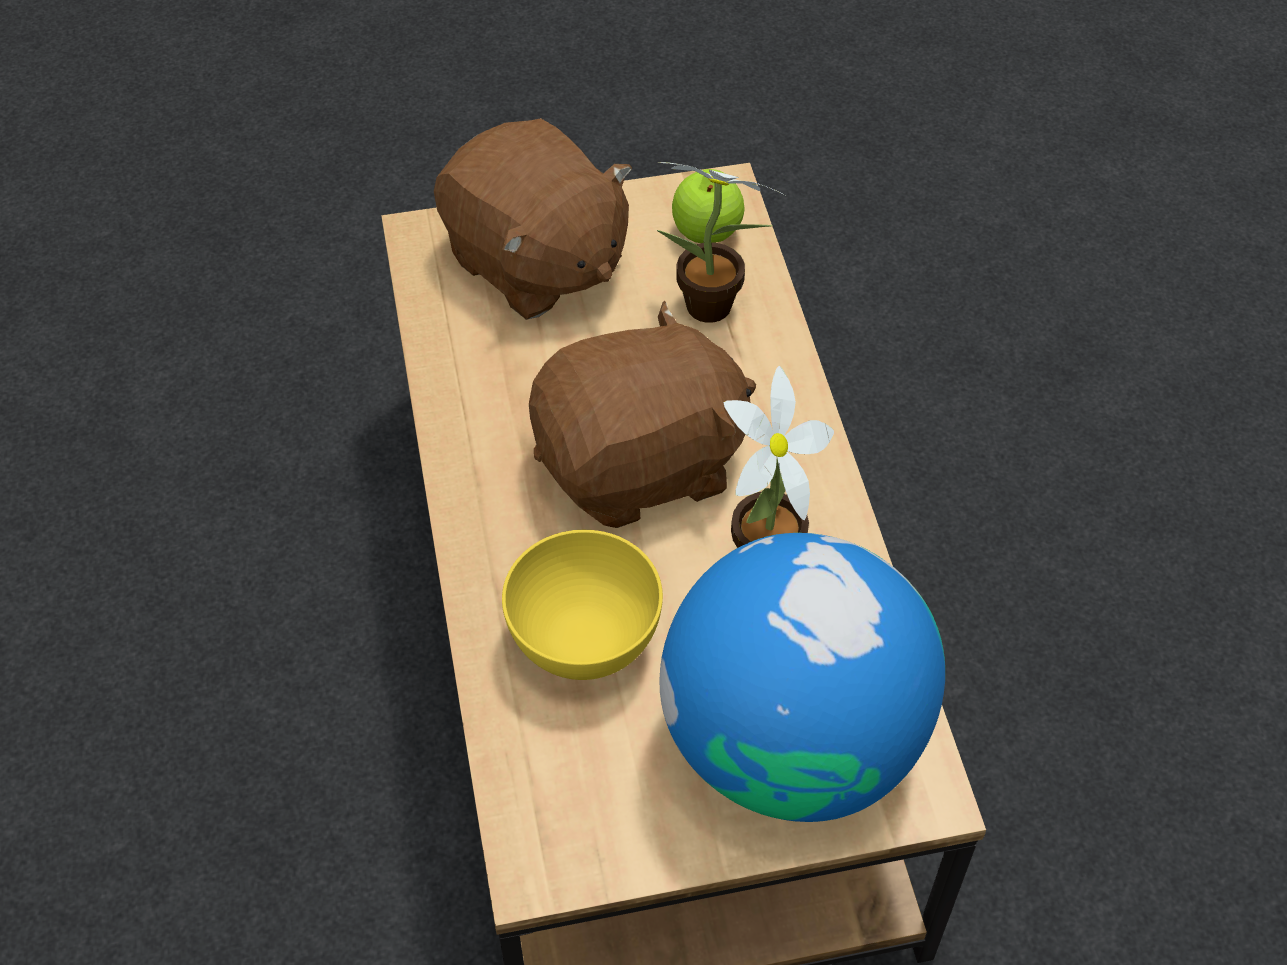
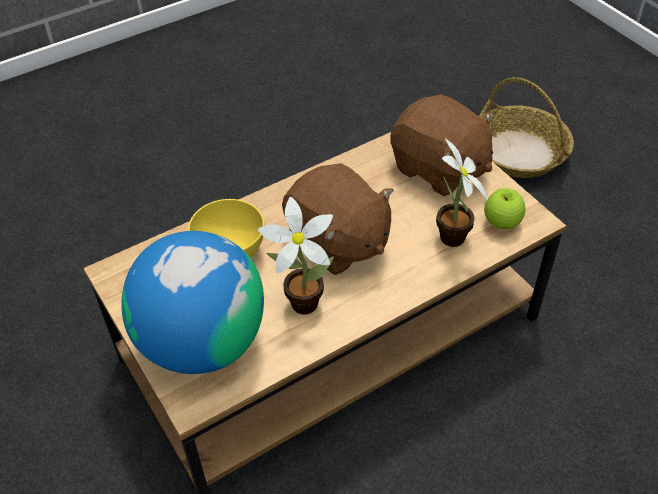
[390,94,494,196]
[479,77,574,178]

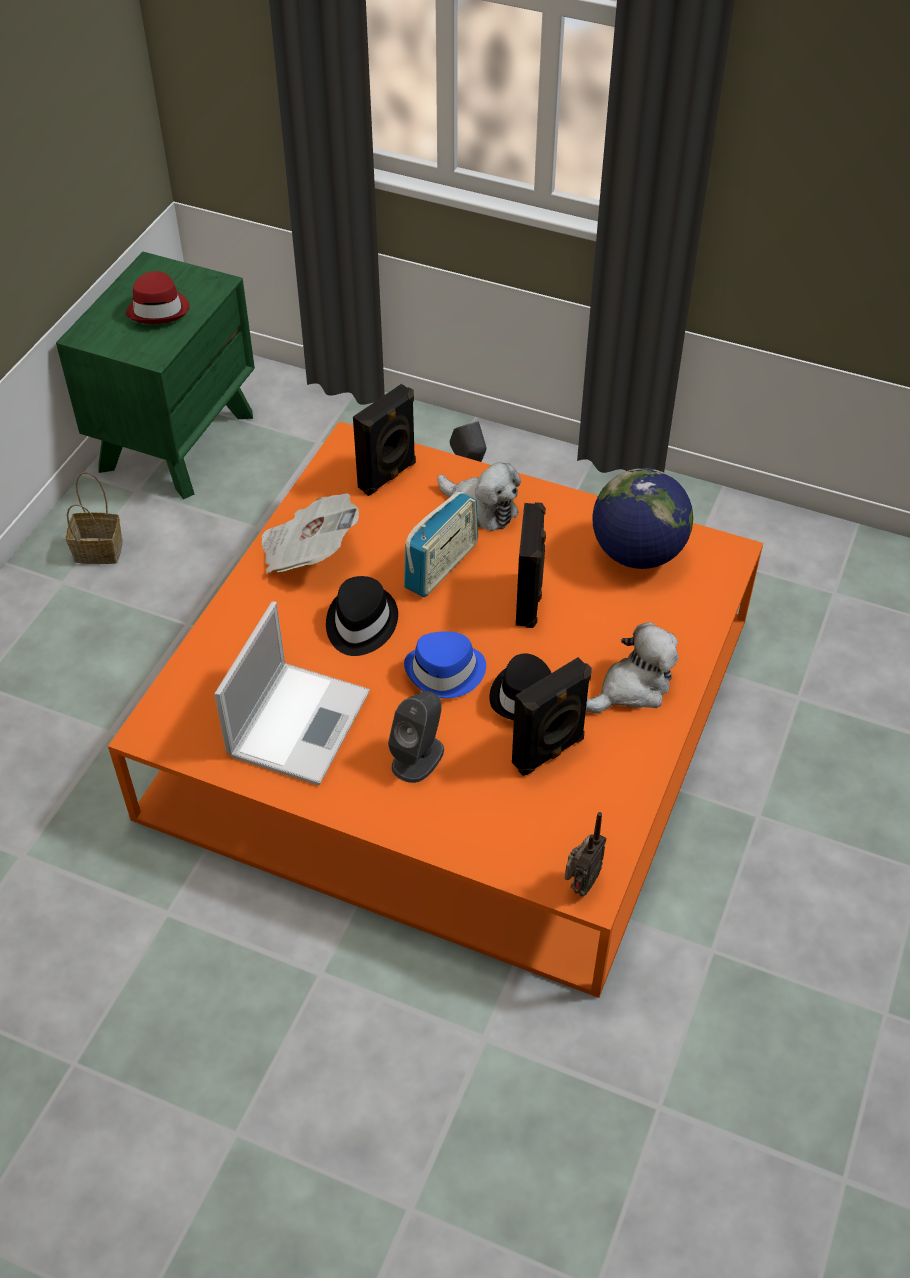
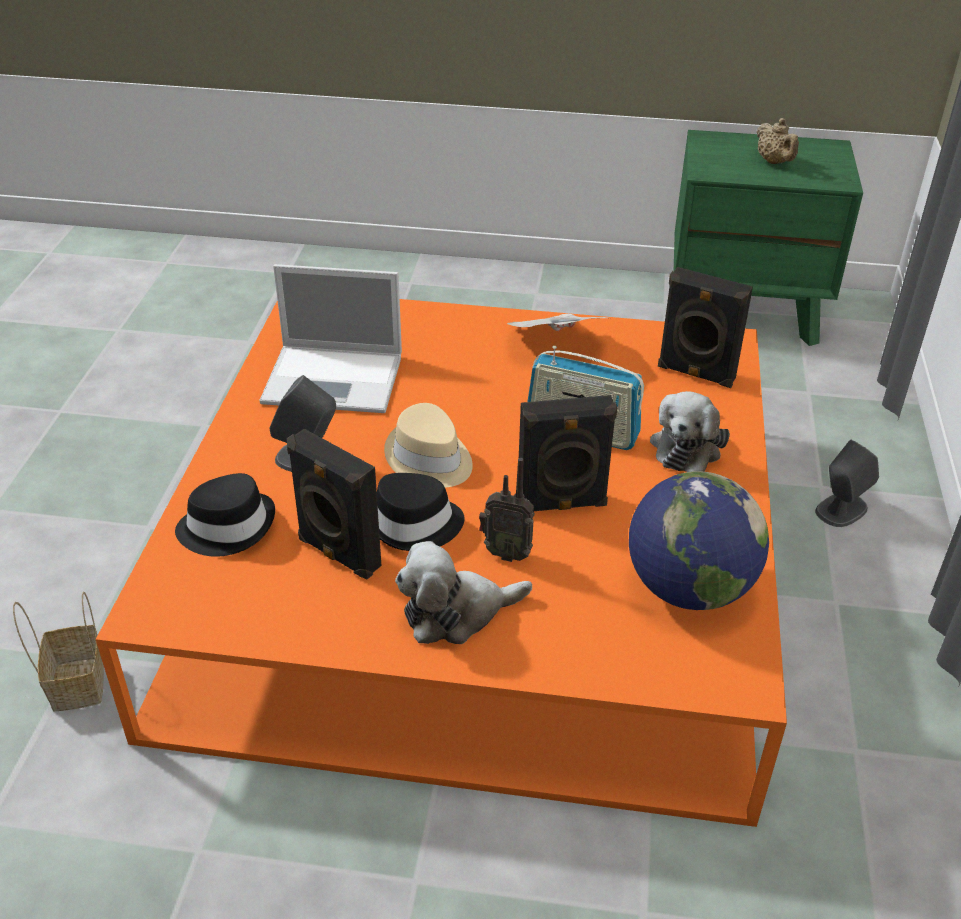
[13,592,104,712]
[757,118,799,164]
[175,473,275,557]
[384,403,473,488]
[479,458,535,562]
[395,541,532,644]

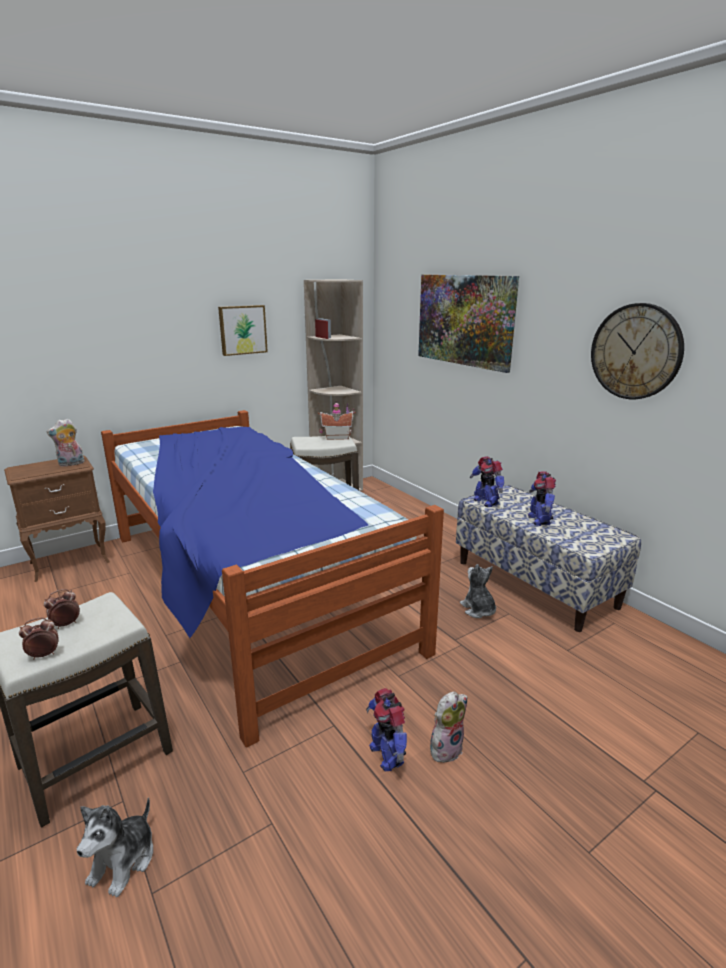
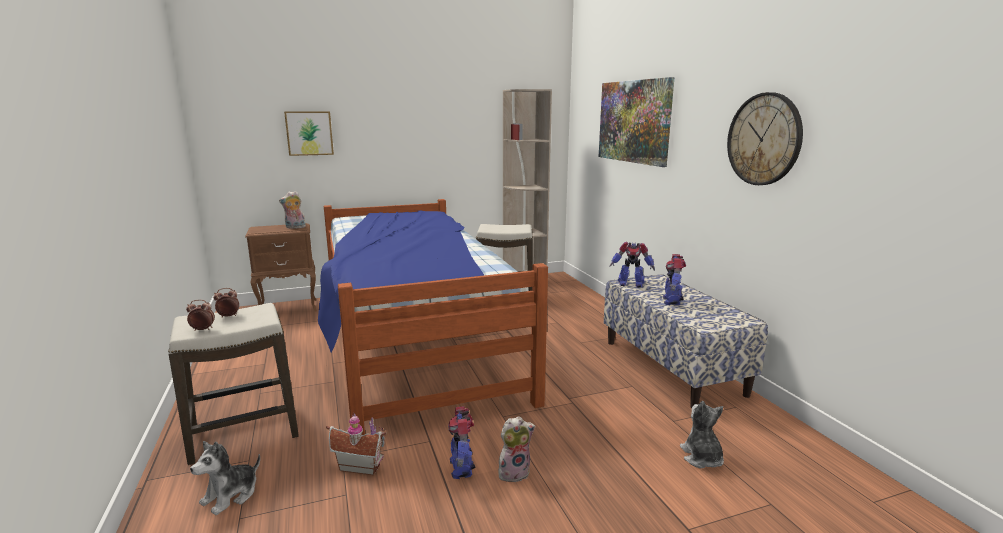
[284,111,334,156]
[326,413,386,475]
[680,401,724,468]
[610,242,655,288]

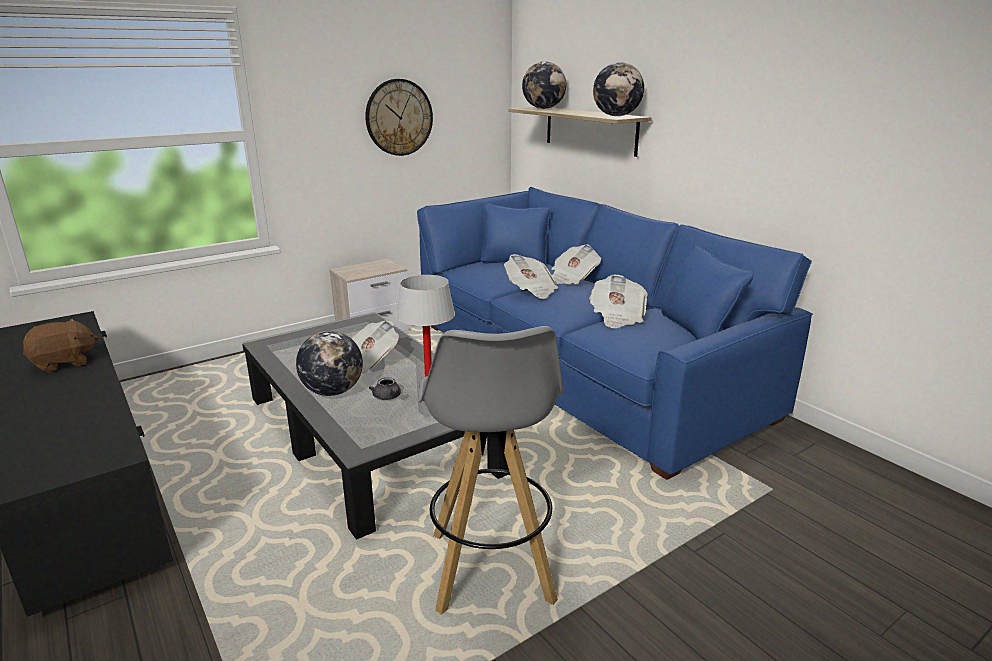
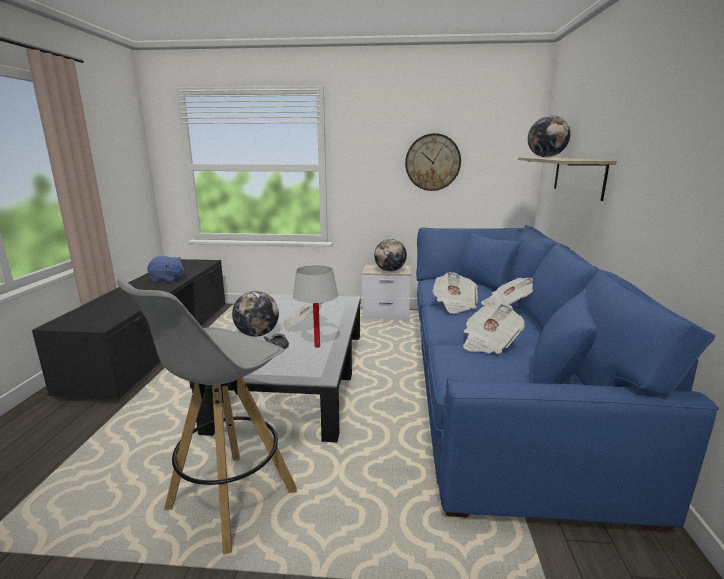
[147,256,184,282]
[374,239,407,272]

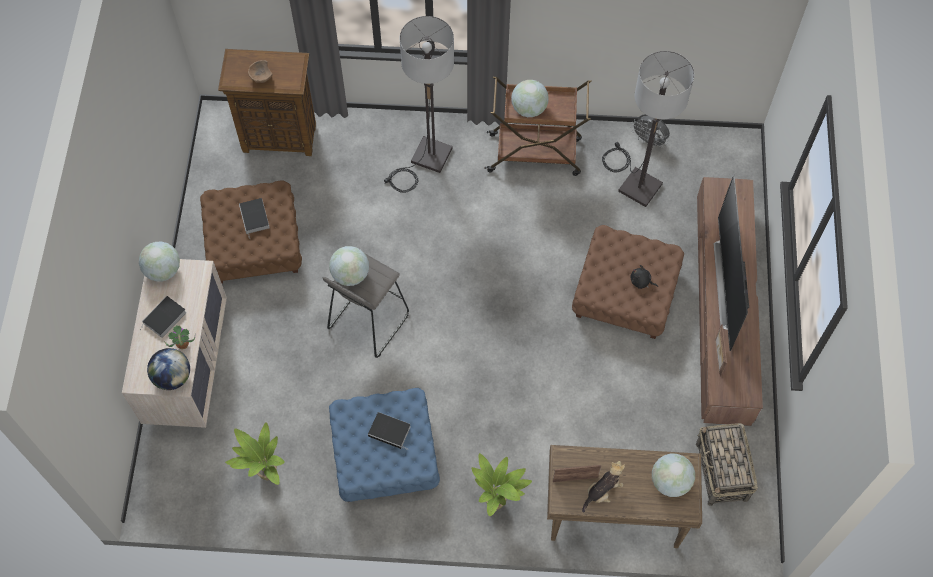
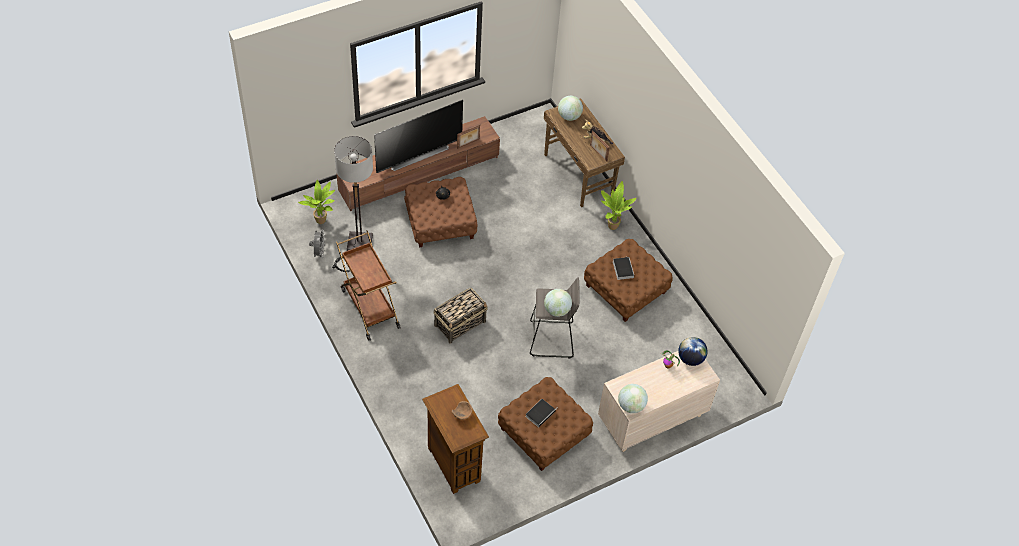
[140,296,186,338] (first image)
[298,180,335,224]
[584,239,673,322]
[384,16,454,193] (first image)
[511,80,549,117] (first image)
[434,288,488,343]

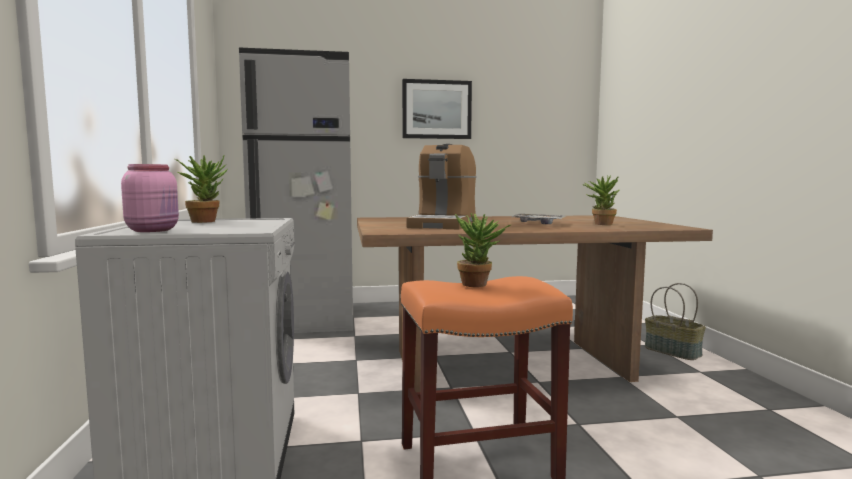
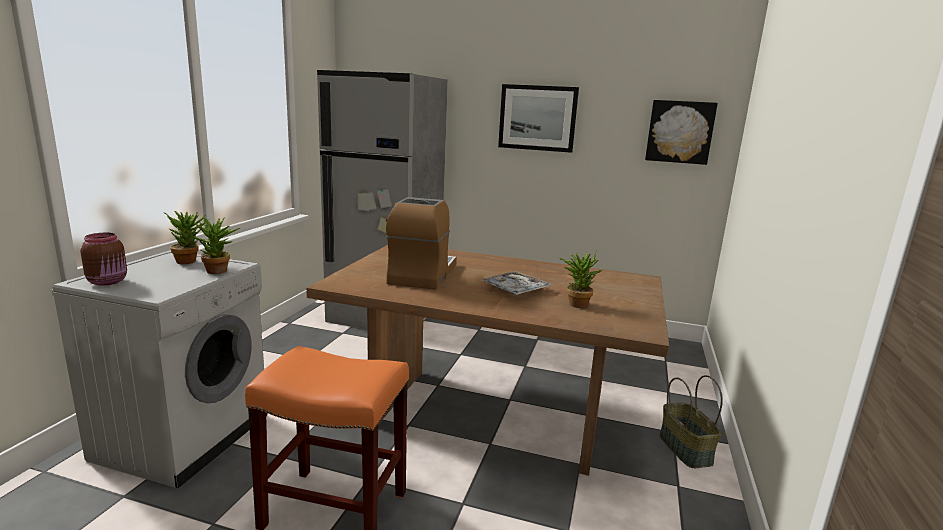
[80,233,127,286]
[386,197,457,290]
[192,217,240,274]
[645,100,718,165]

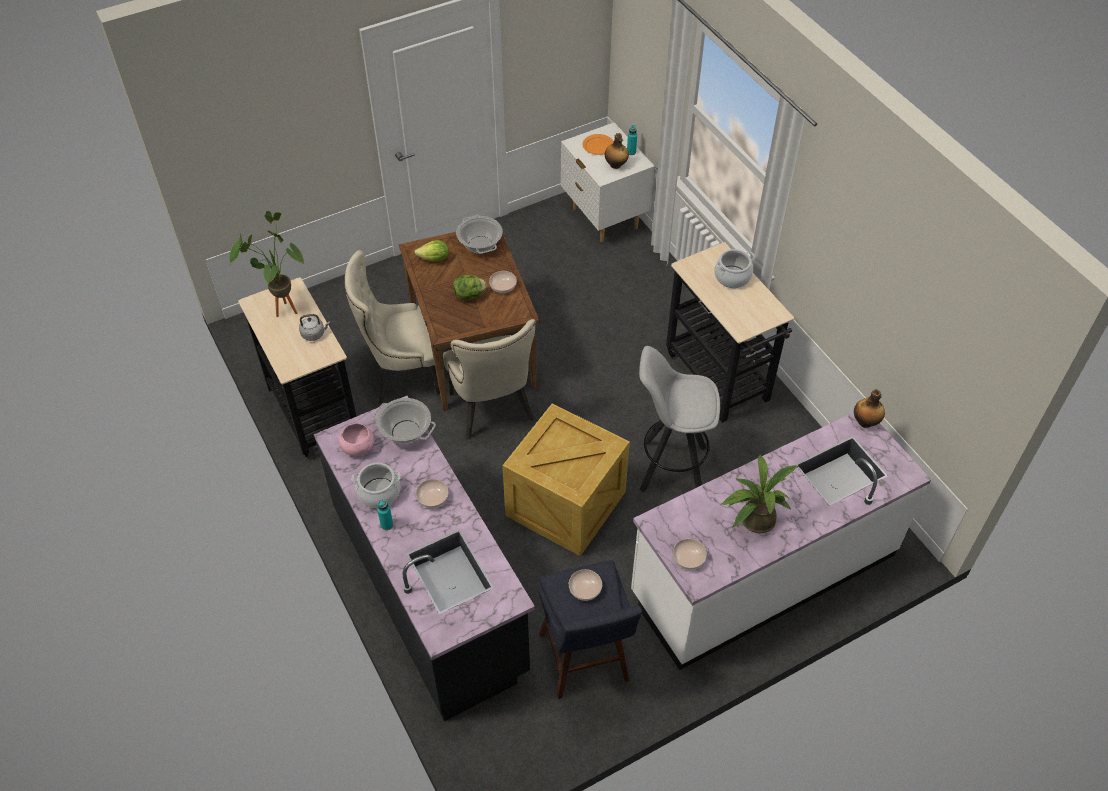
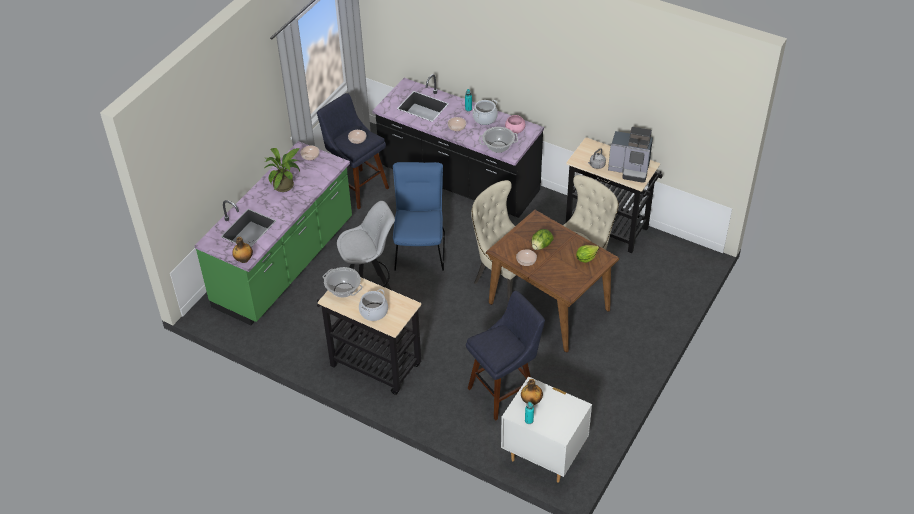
[608,127,653,183]
[323,267,363,298]
[393,162,445,271]
[583,134,614,155] (first image)
[194,141,352,325]
[466,291,545,421]

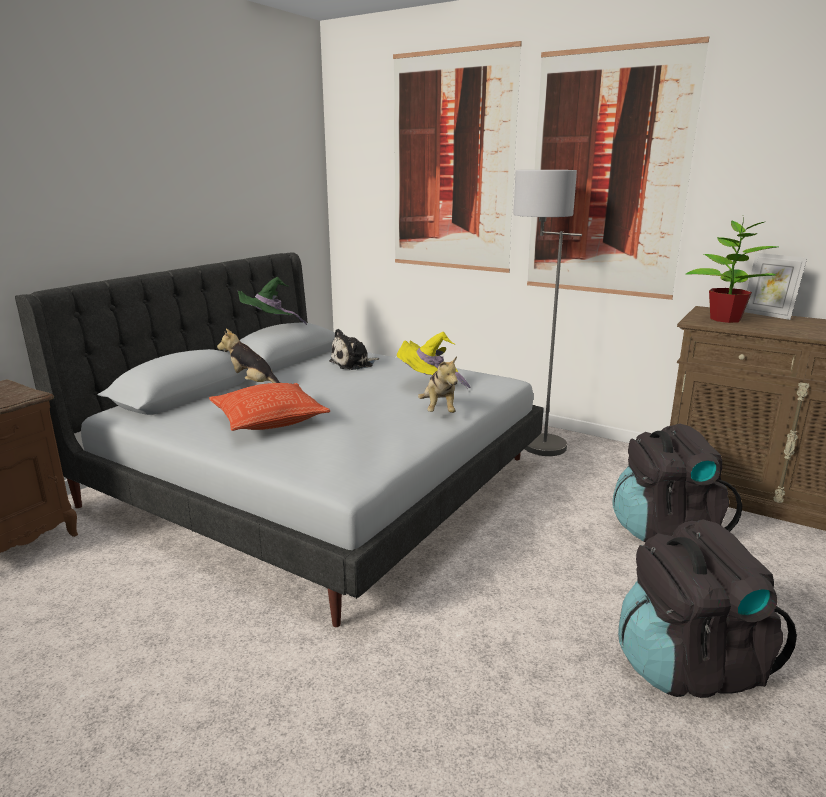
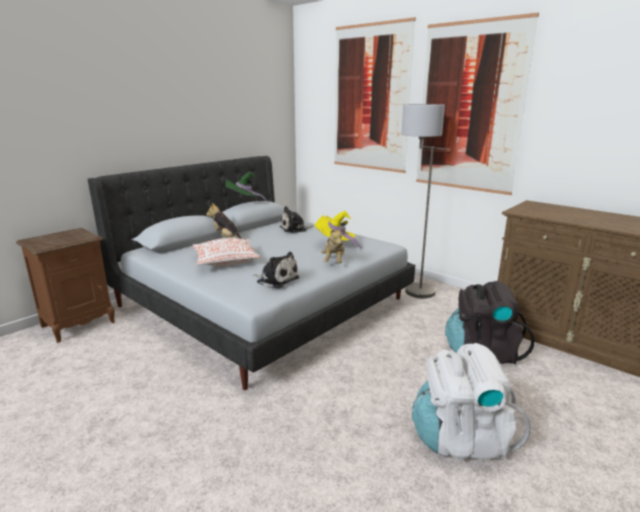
[193,238,261,266]
[412,343,531,459]
[686,217,777,323] (first image)
[744,253,807,320] (first image)
[253,252,299,289]

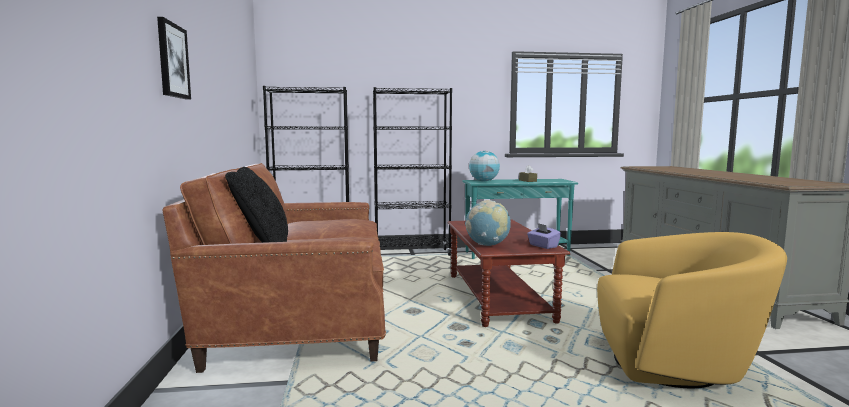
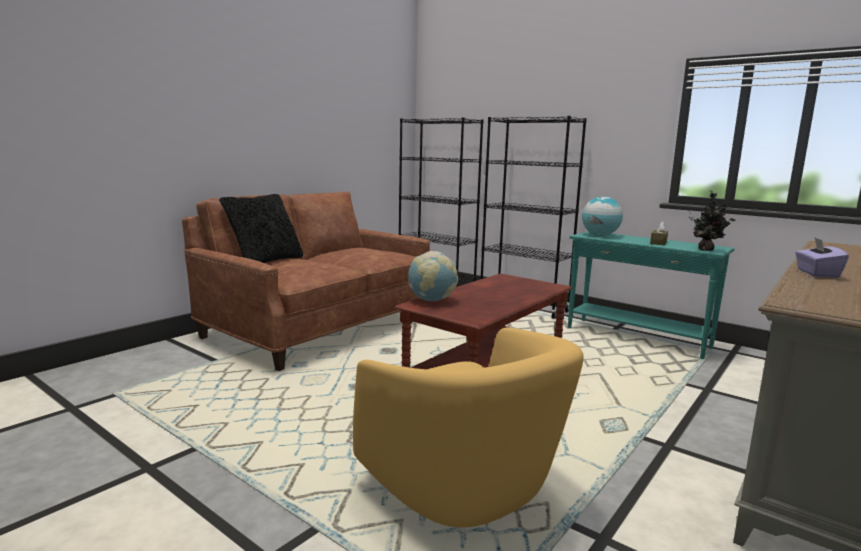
[157,17,191,100] (first image)
[795,238,849,278]
[689,191,736,251]

